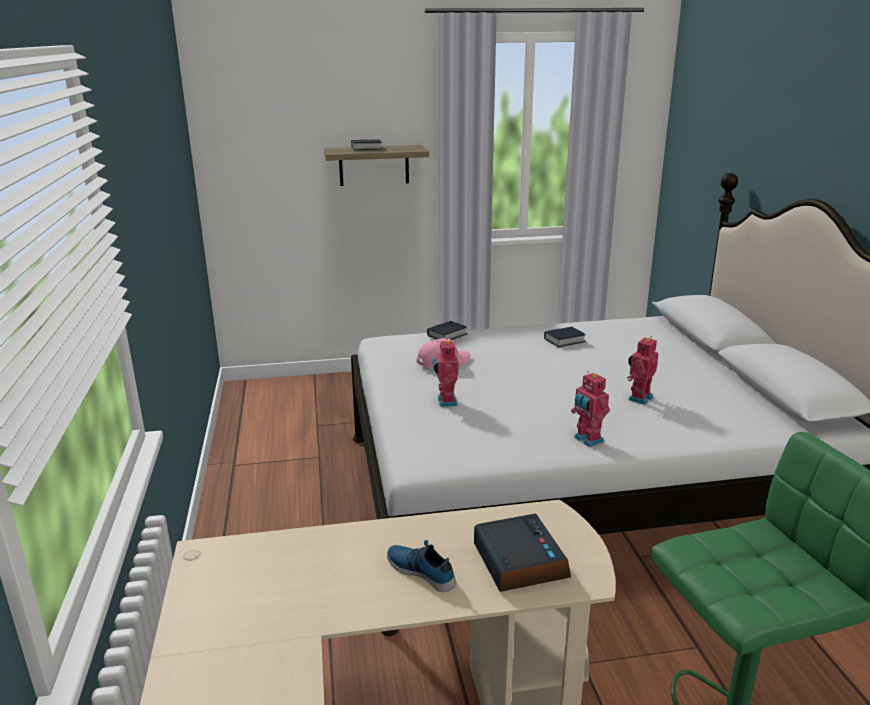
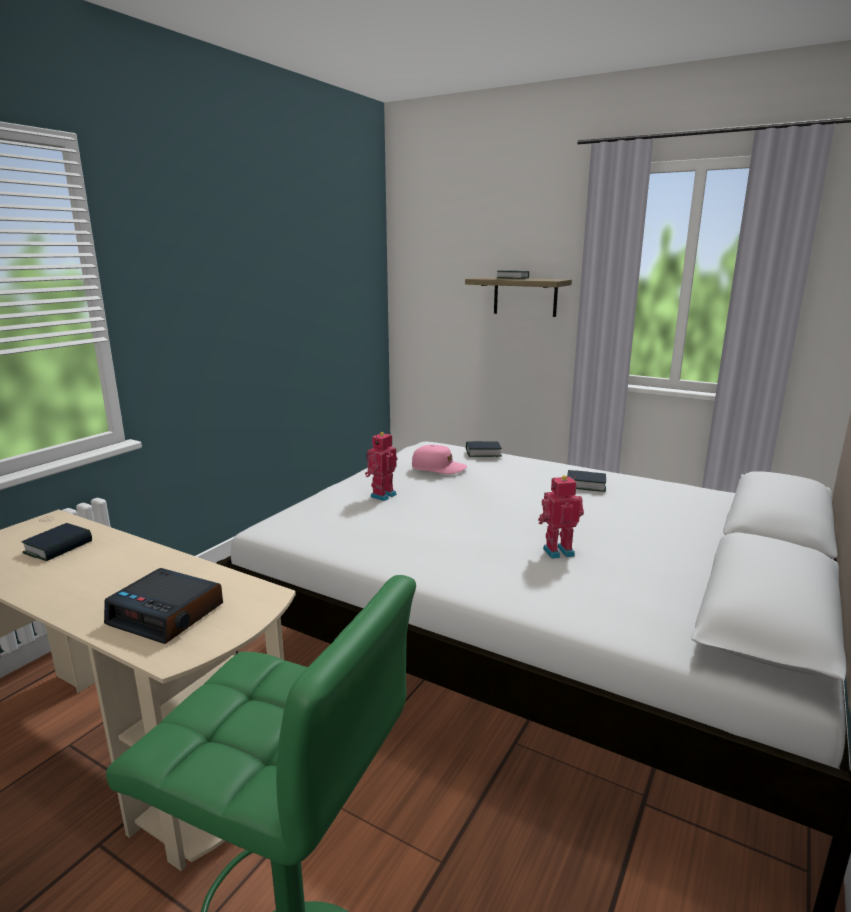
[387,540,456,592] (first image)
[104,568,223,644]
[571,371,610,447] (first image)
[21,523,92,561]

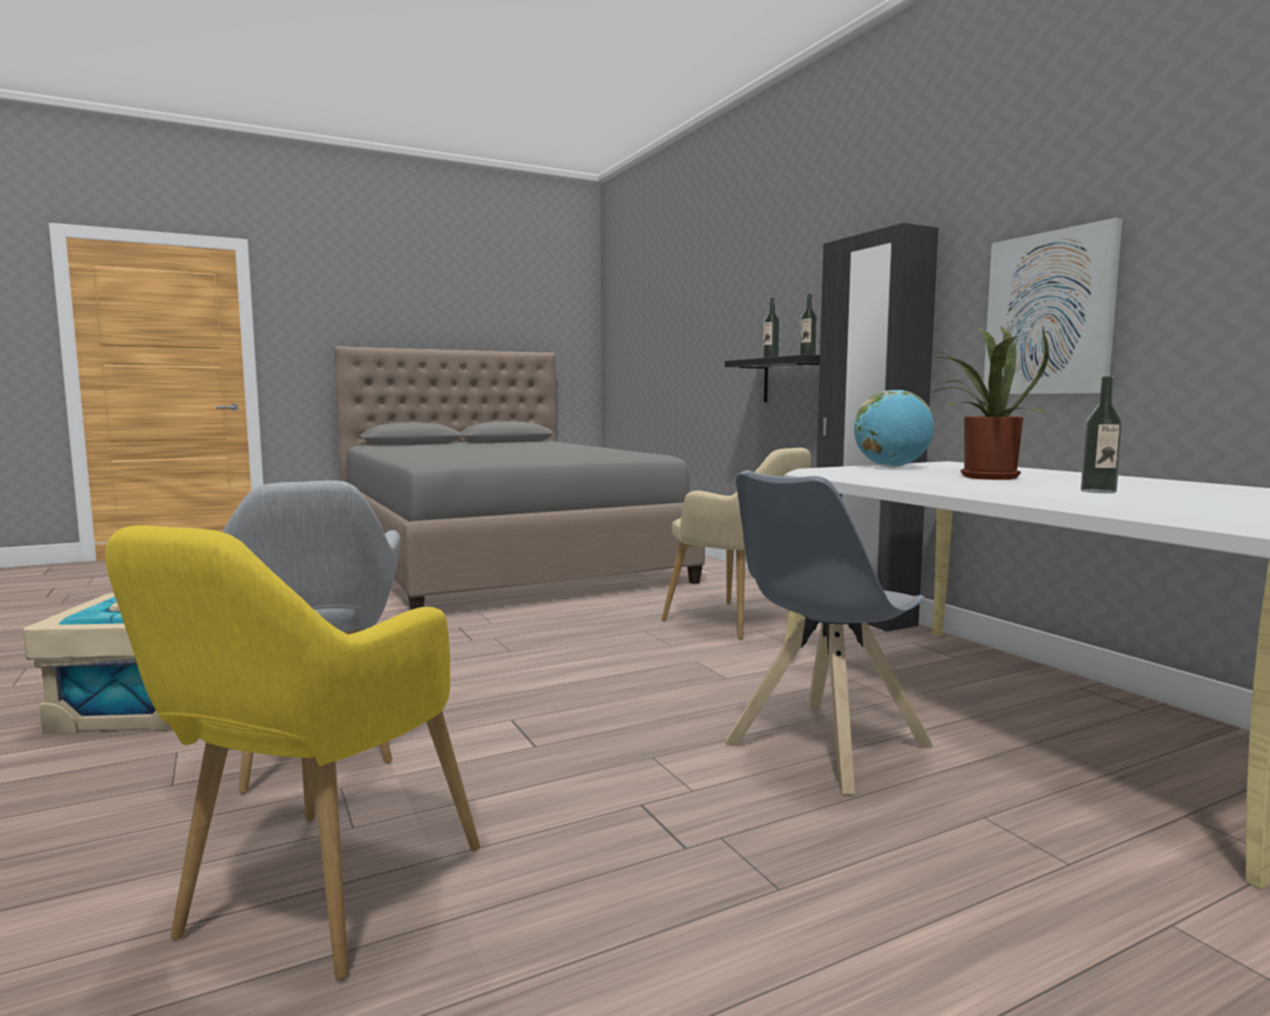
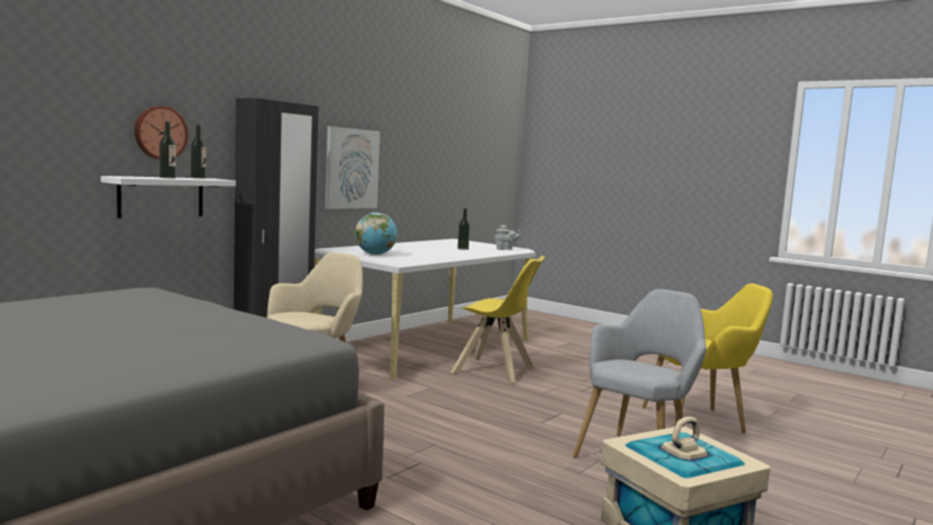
[101,176,236,218]
[451,256,545,384]
[930,325,1049,480] (first image)
[135,106,188,159]
[495,225,521,250]

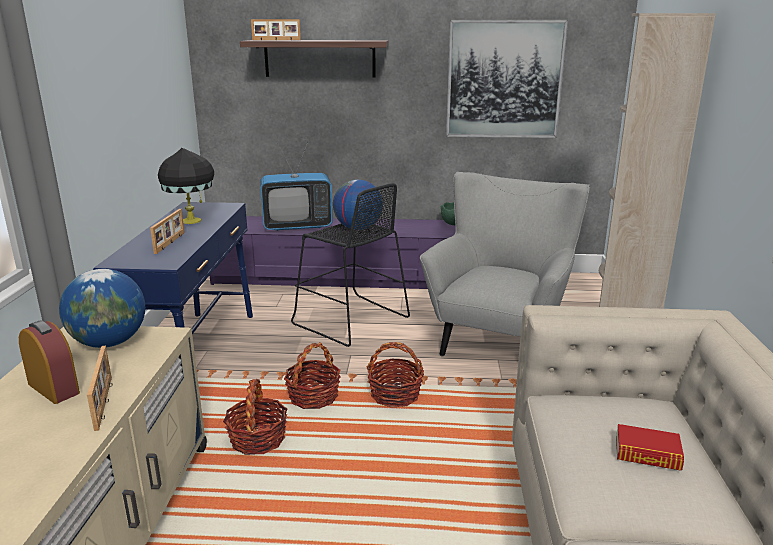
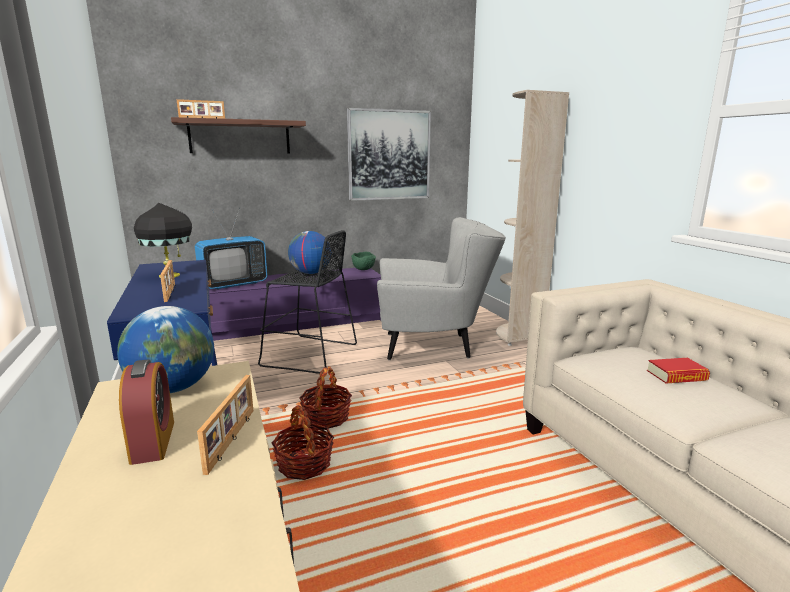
[119,359,174,465]
[197,375,253,475]
[367,342,424,408] (first image)
[377,217,506,360]

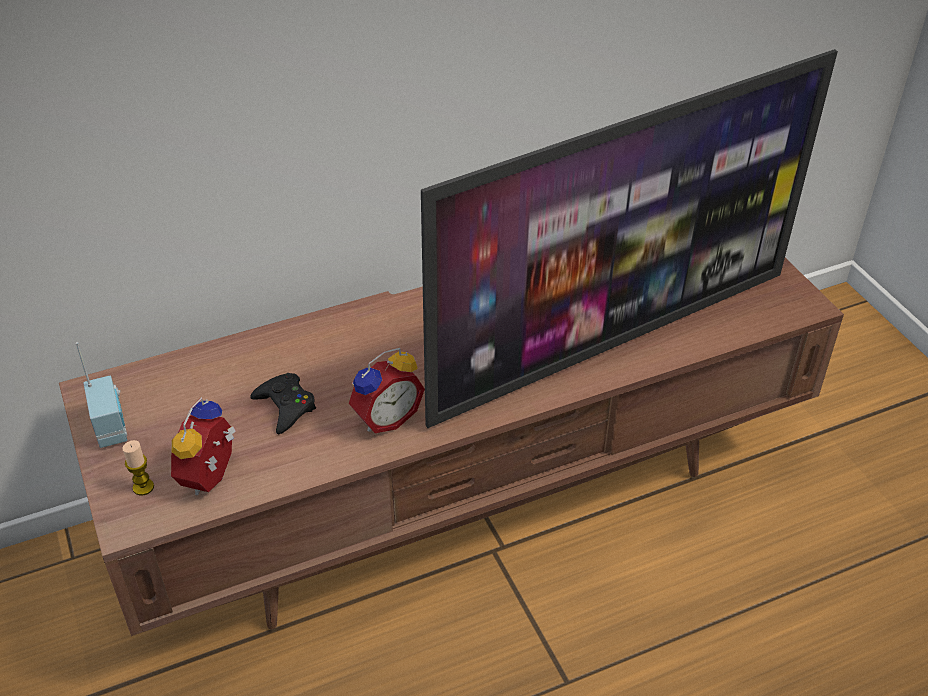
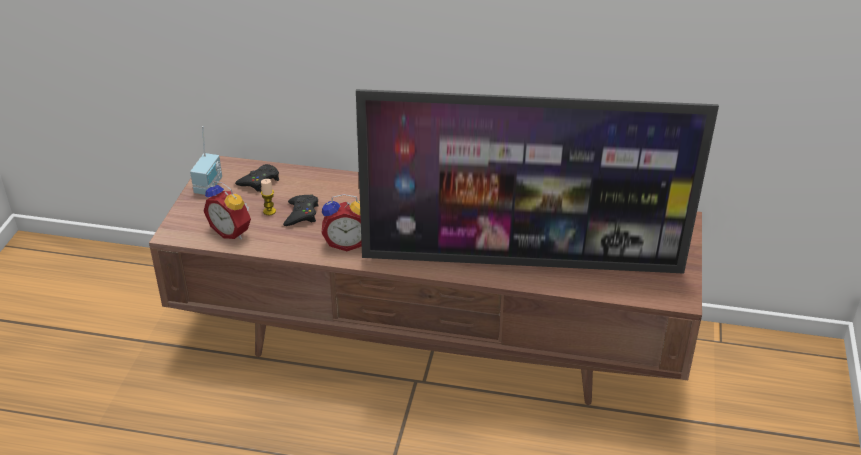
[261,179,276,215]
[204,181,251,240]
[235,164,279,192]

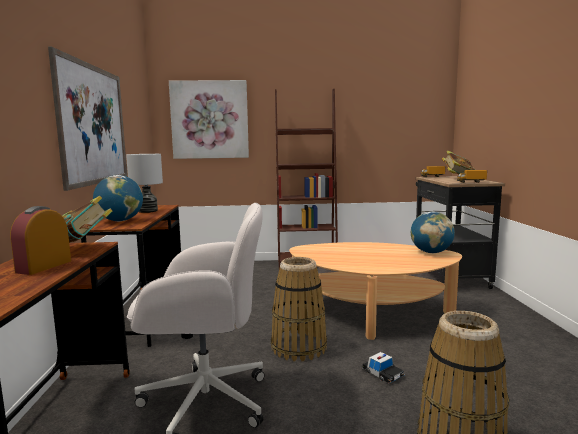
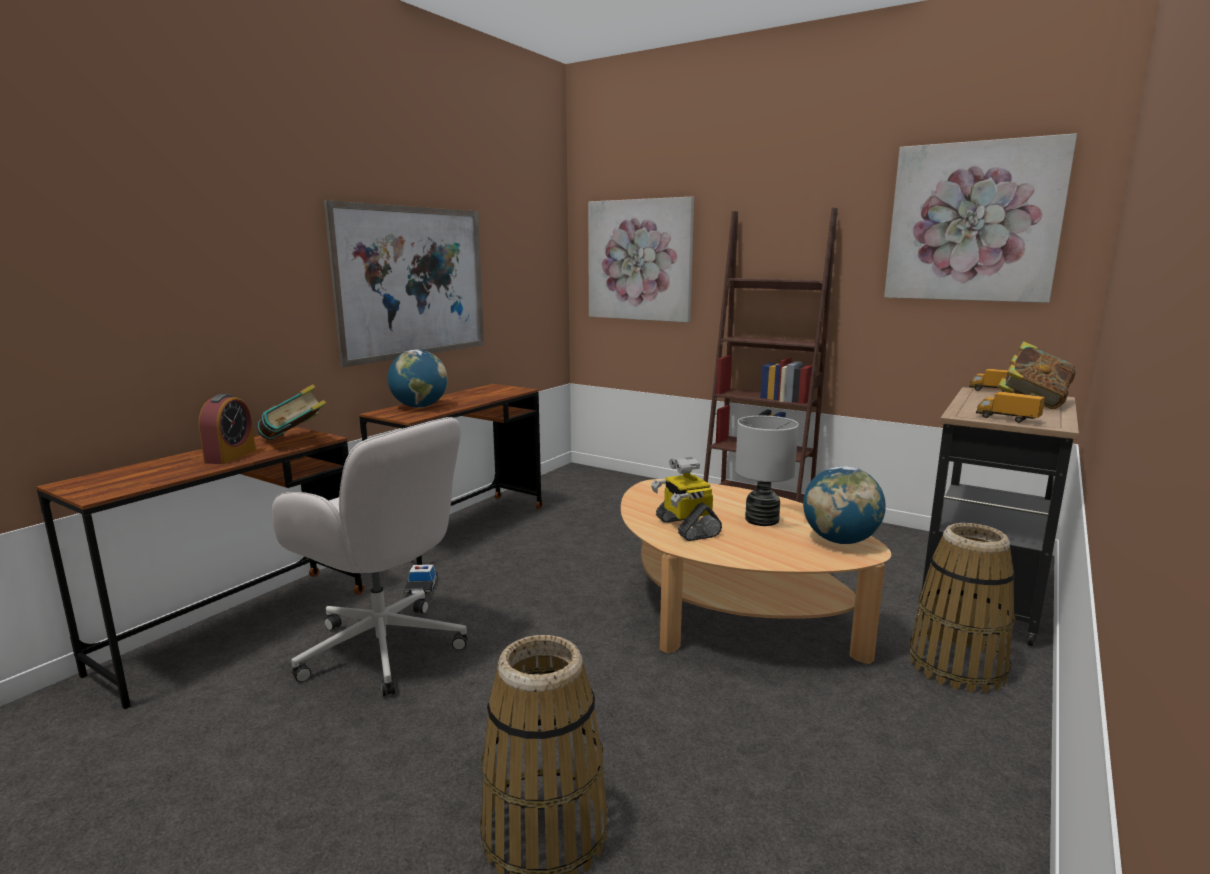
[198,394,256,464]
[735,416,799,526]
[909,523,1016,693]
[404,564,439,595]
[651,457,722,541]
[884,133,1077,303]

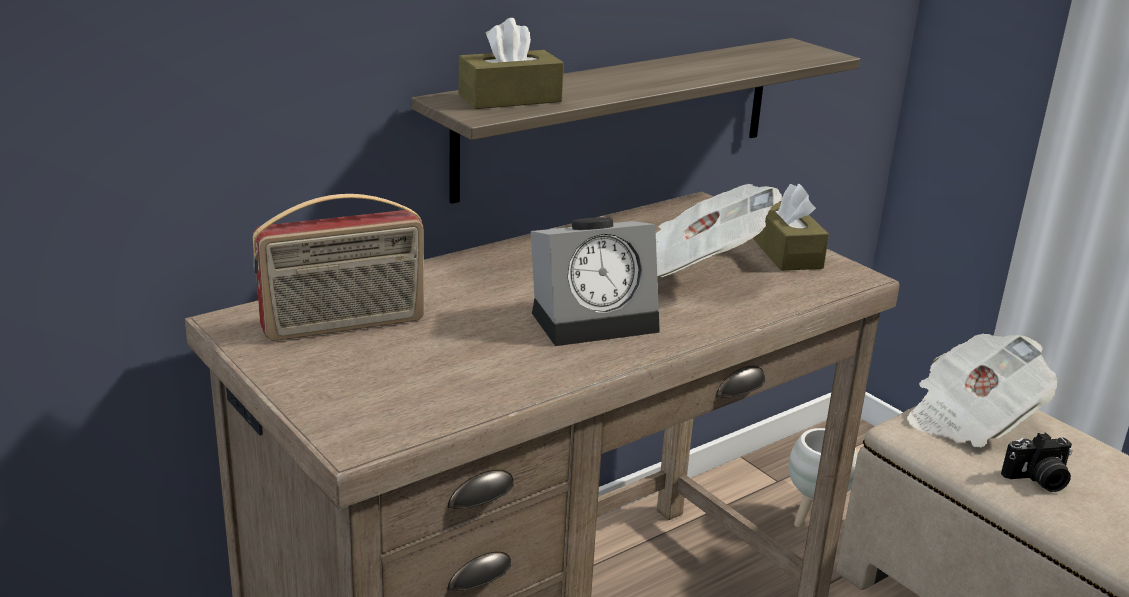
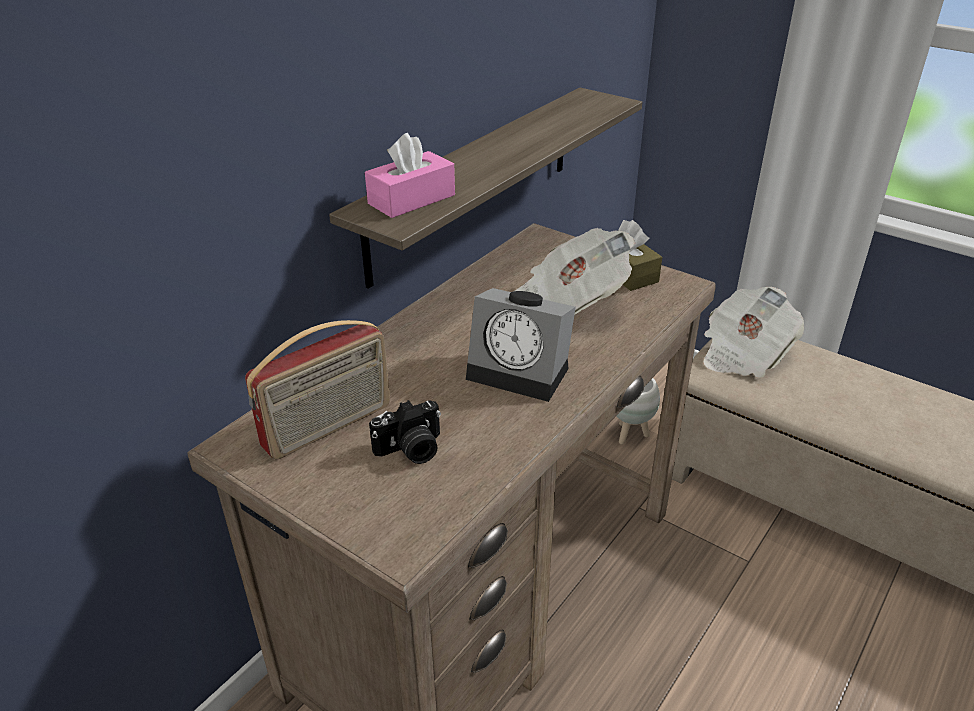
[365,133,455,218]
[466,288,576,402]
[369,400,441,464]

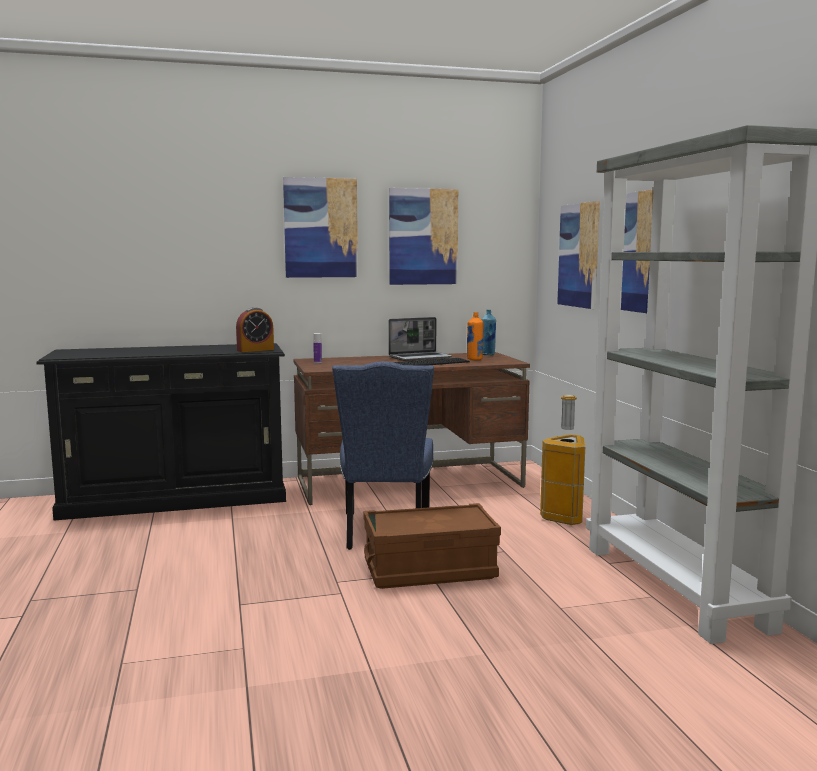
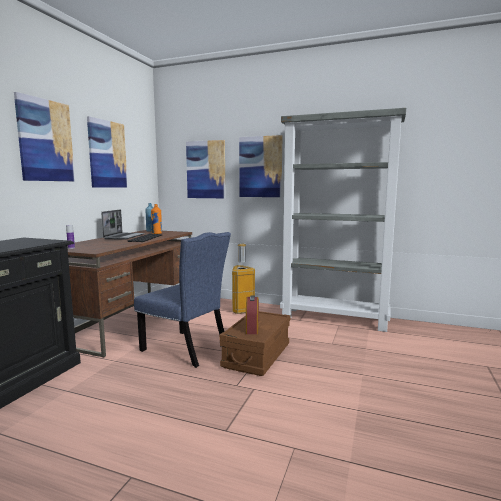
[246,295,259,334]

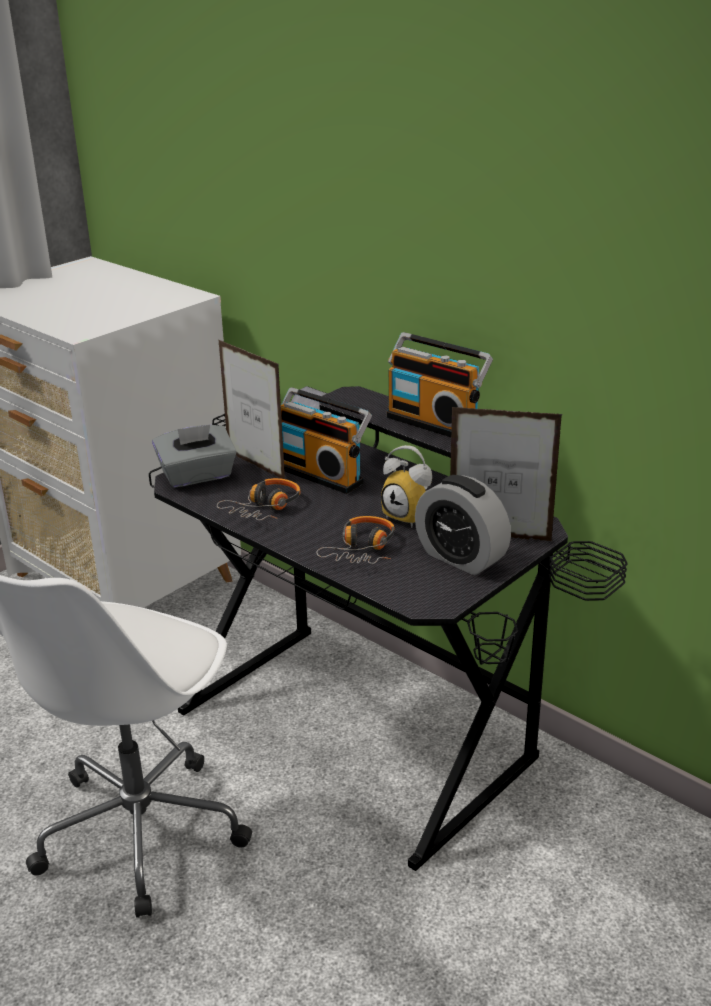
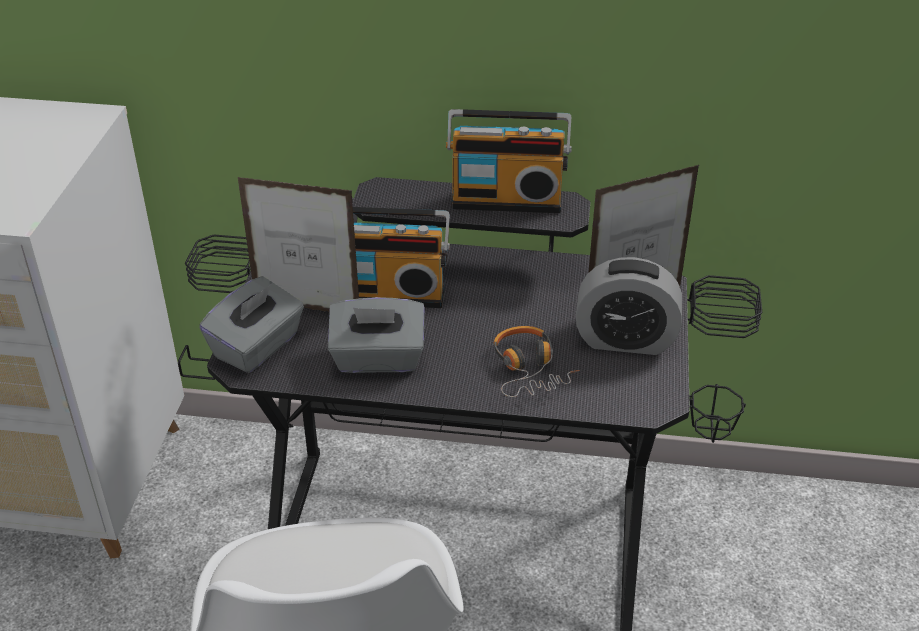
[328,297,425,373]
[381,445,432,528] (first image)

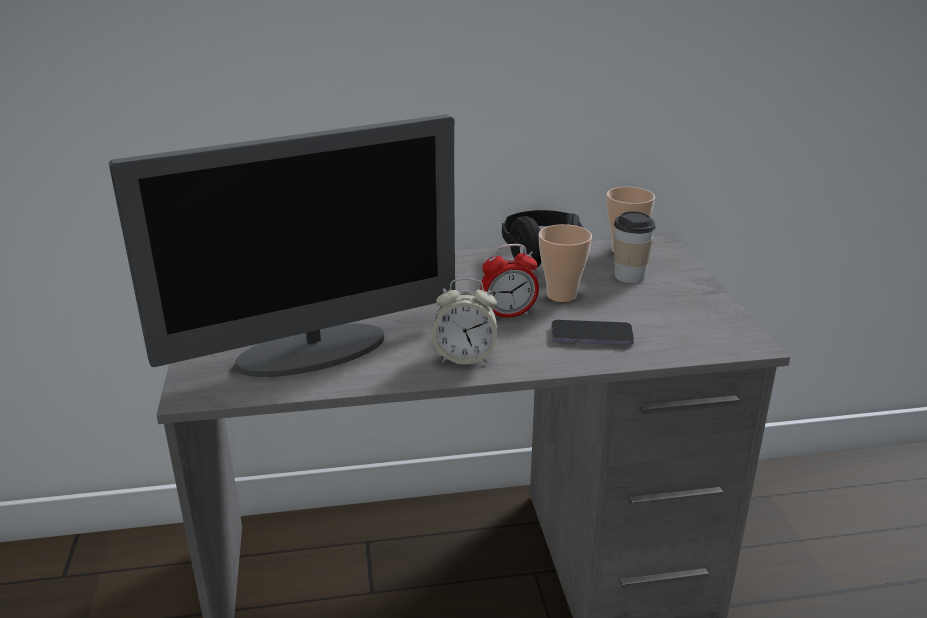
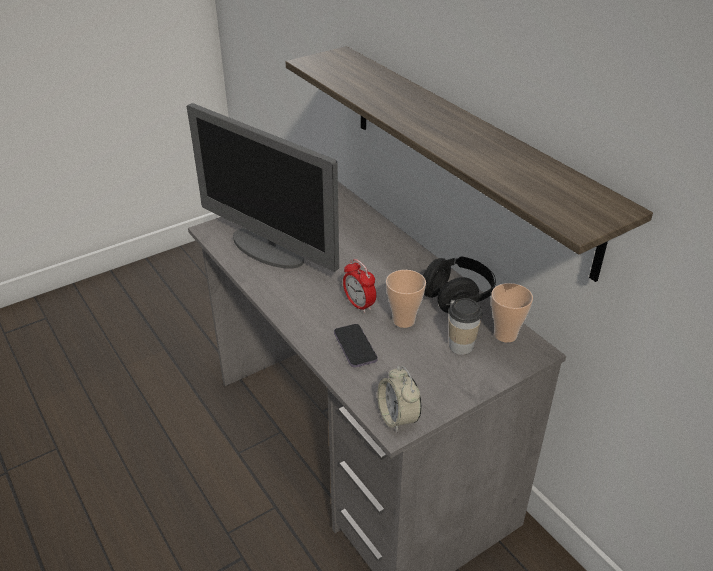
[377,366,422,432]
[285,46,653,282]

